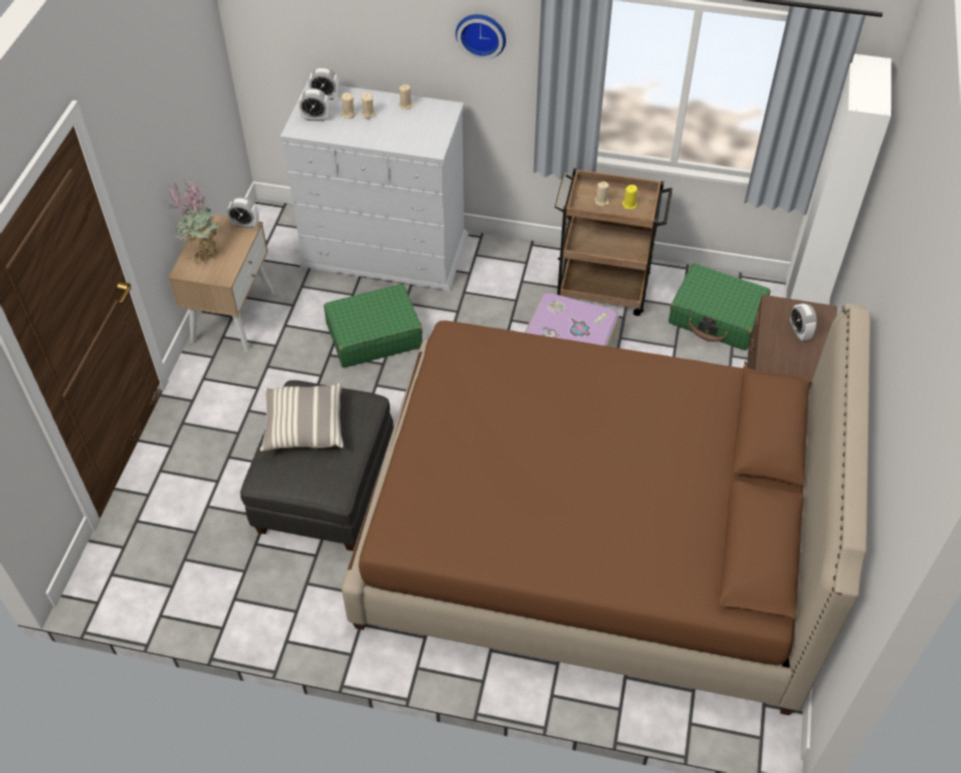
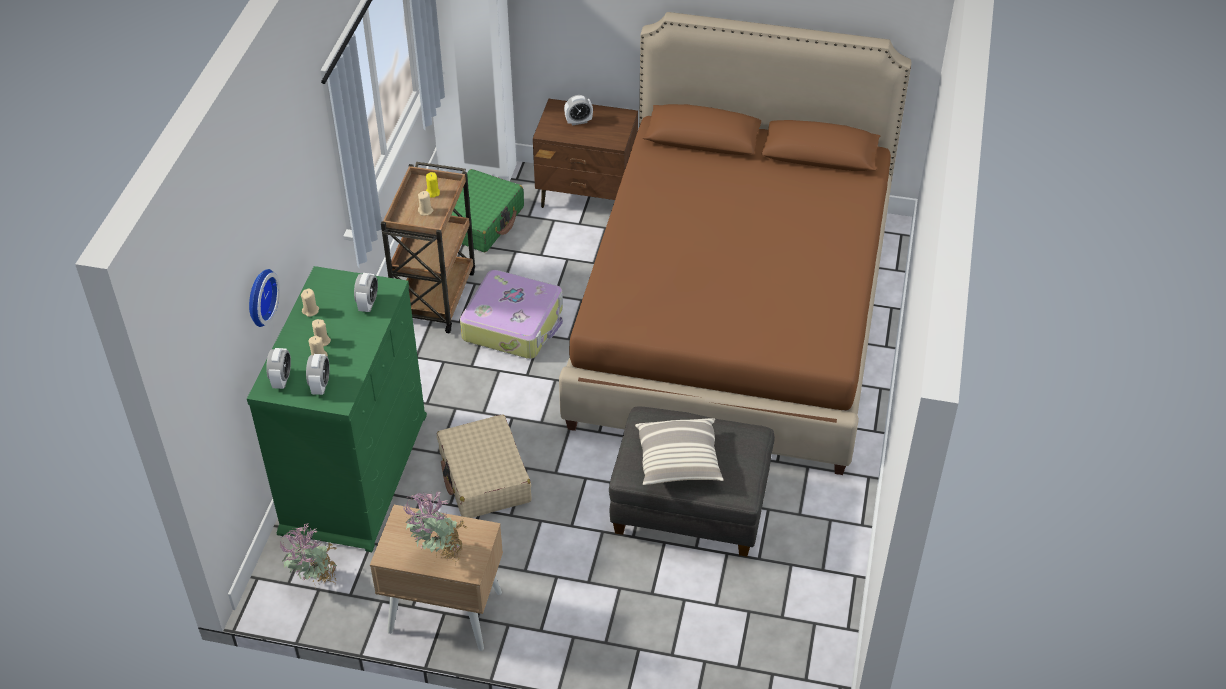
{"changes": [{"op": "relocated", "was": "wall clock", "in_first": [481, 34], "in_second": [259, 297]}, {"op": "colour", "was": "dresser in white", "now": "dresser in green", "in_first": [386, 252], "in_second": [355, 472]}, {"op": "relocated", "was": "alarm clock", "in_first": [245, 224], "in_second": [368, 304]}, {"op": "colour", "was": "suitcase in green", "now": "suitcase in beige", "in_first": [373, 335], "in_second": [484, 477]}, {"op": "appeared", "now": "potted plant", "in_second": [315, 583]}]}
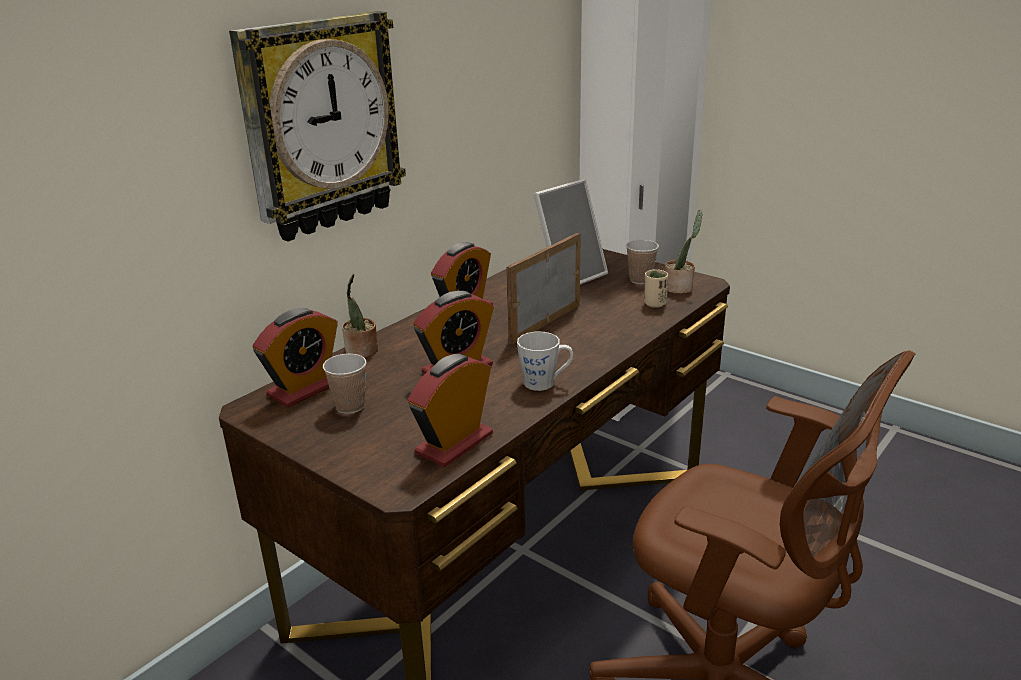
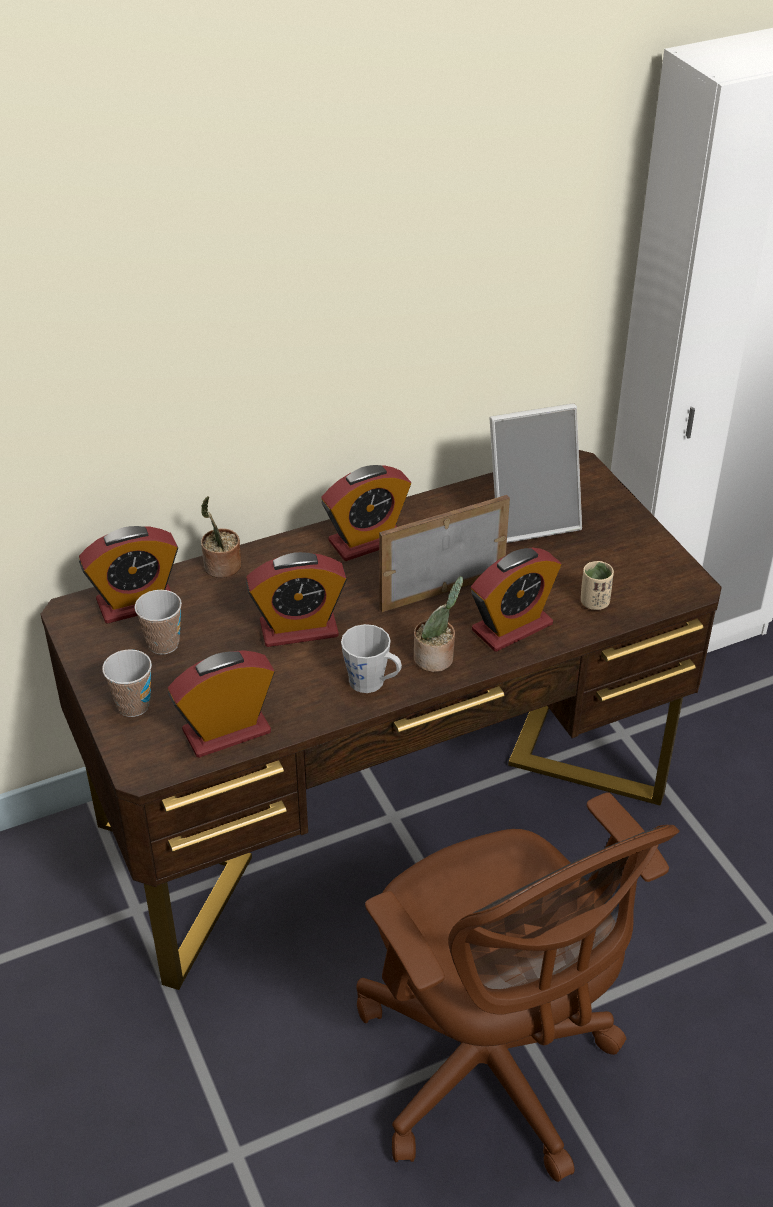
{"changes": [{"op": "missing", "was": "wall clock", "in_first": [320, 125]}, {"op": "relocated", "was": "potted plant", "in_first": [680, 288], "in_second": [436, 658]}, {"op": "relocated", "was": "cup", "in_first": [640, 280], "in_second": [133, 705]}, {"op": "appeared", "now": "alarm clock", "in_second": [512, 627]}]}
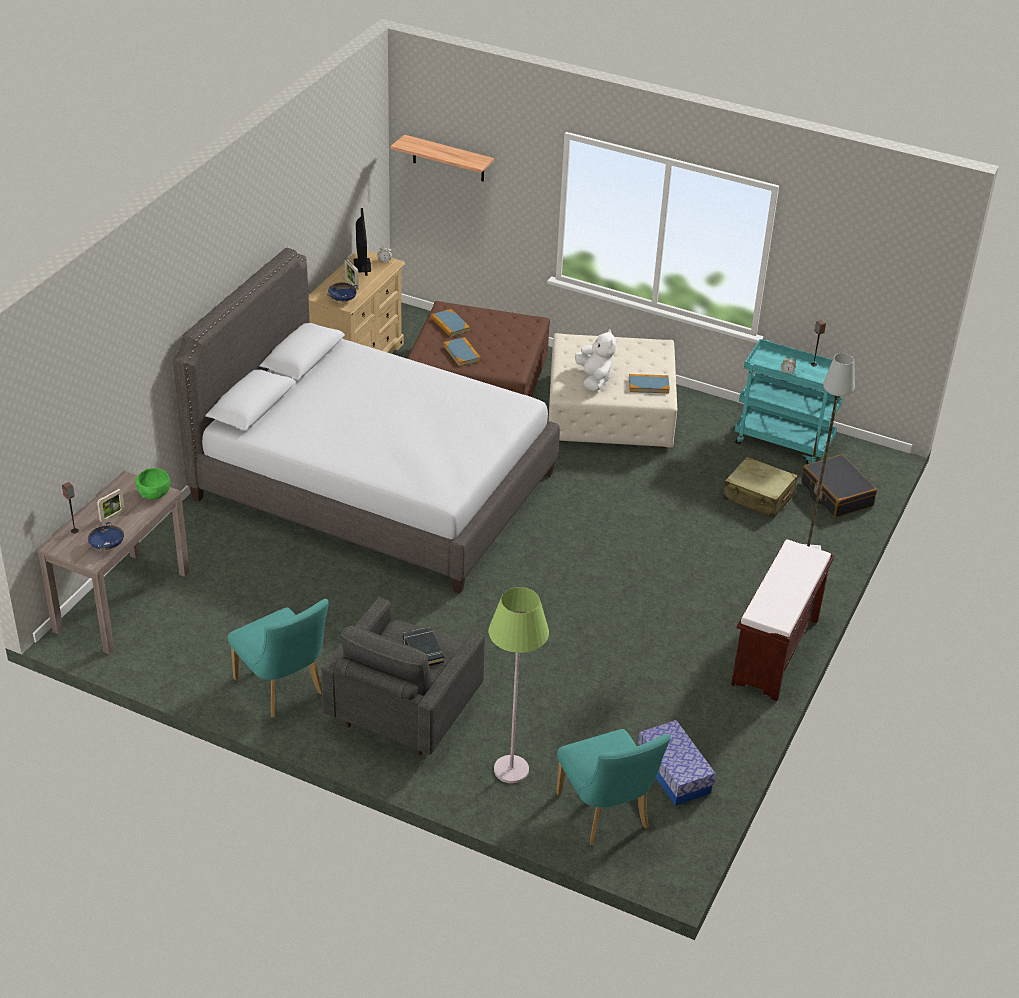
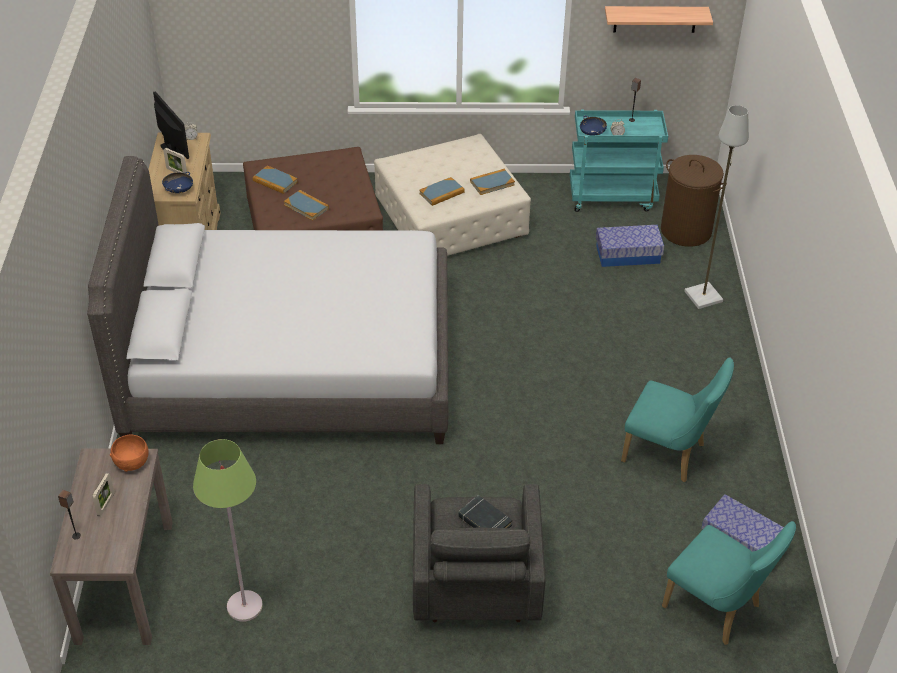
{"changes": [{"op": "relocated", "was": "shelf", "in_first": [448, 158], "in_second": [655, 19]}, {"op": "exchanged", "was": "plush toy in white", "now": "book", "in_first": [594, 379], "in_second": [441, 193]}, {"op": "exchanged", "was": "suitcase in black", "now": "laundry basket in brown", "in_first": [836, 494], "in_second": [686, 230]}, {"op": "exchanged", "was": "suitcase in beige", "now": "storage box", "in_first": [759, 497], "in_second": [628, 254]}, {"op": "colour", "was": "bowl in green", "now": "bowl in orange", "in_first": [154, 493], "in_second": [131, 462]}, {"op": "relocated", "was": "bowl in blue", "in_first": [107, 546], "in_second": [592, 133]}, {"op": "missing", "was": "bench in brown", "in_first": [775, 653]}, {"op": "relocated", "was": "floor lamp in green", "in_first": [511, 770], "in_second": [245, 606]}, {"op": "relocated", "was": "chair in turquoise", "in_first": [283, 690], "in_second": [669, 454]}]}
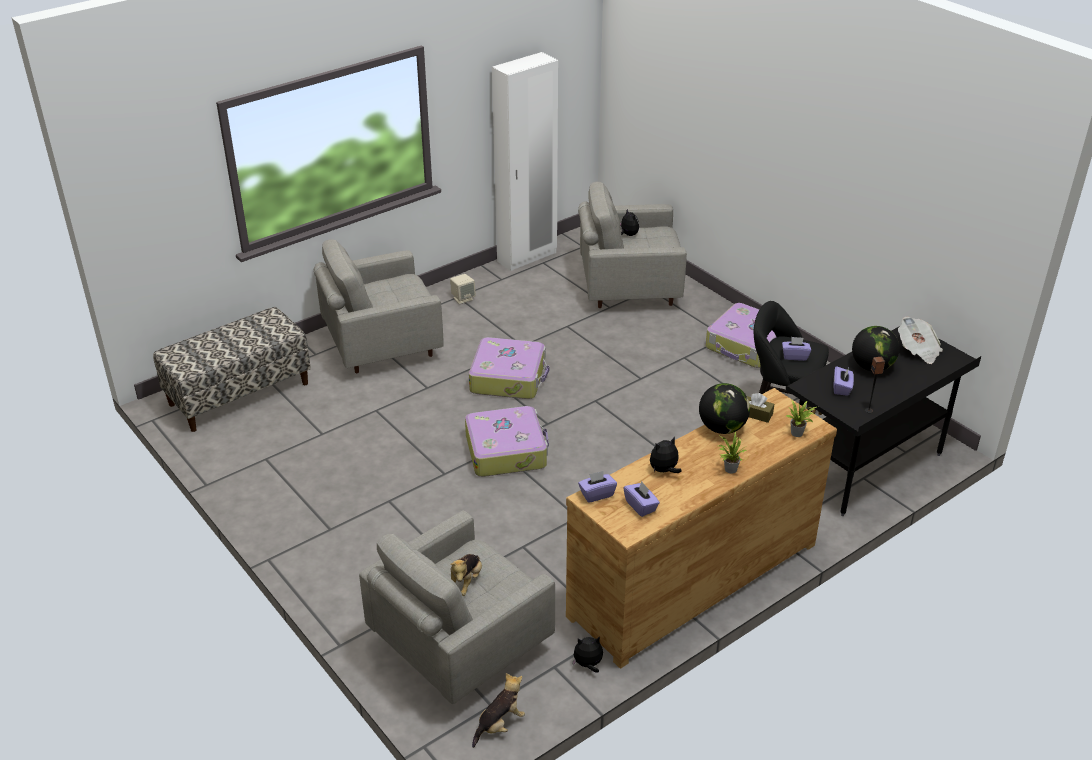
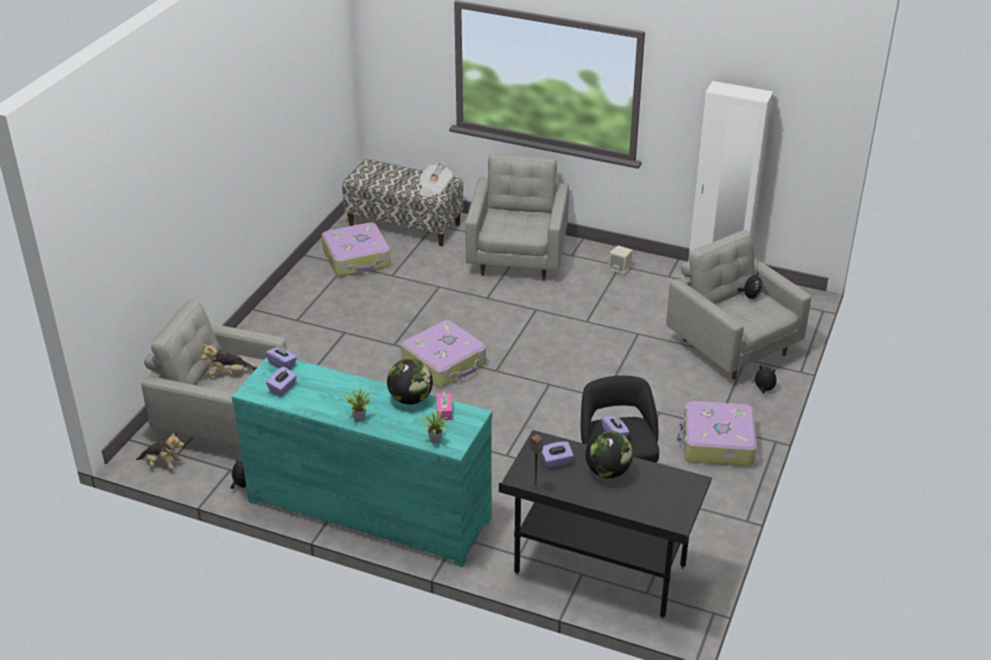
{"changes": [{"op": "spun", "was": "armchair in grey", "in_first": [381, 345], "in_second": [518, 257], "clockwise": 60}, {"op": "relocated", "was": "newspaper", "in_first": [918, 350], "in_second": [434, 188]}, {"op": "relocated", "was": "suitcase", "in_first": [509, 378], "in_second": [357, 258]}, {"op": "colour", "was": "dresser in brown", "now": "dresser in turquoise", "in_first": [692, 579], "in_second": [369, 508]}, {"op": "colour", "was": "tissue box in brown", "now": "tissue box in pink", "in_first": [756, 414], "in_second": [444, 411]}, {"op": "relocated", "was": "plush toy", "in_first": [664, 470], "in_second": [763, 389]}]}
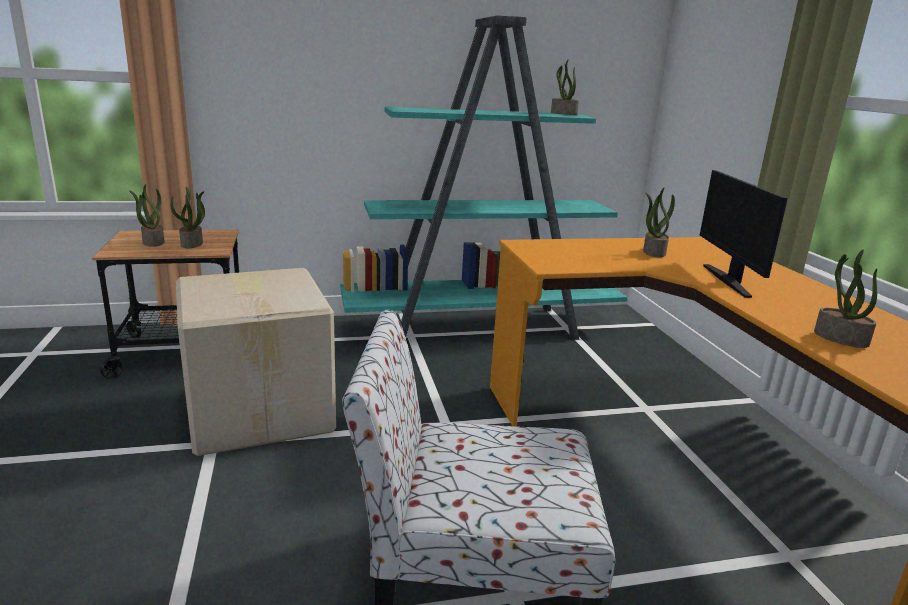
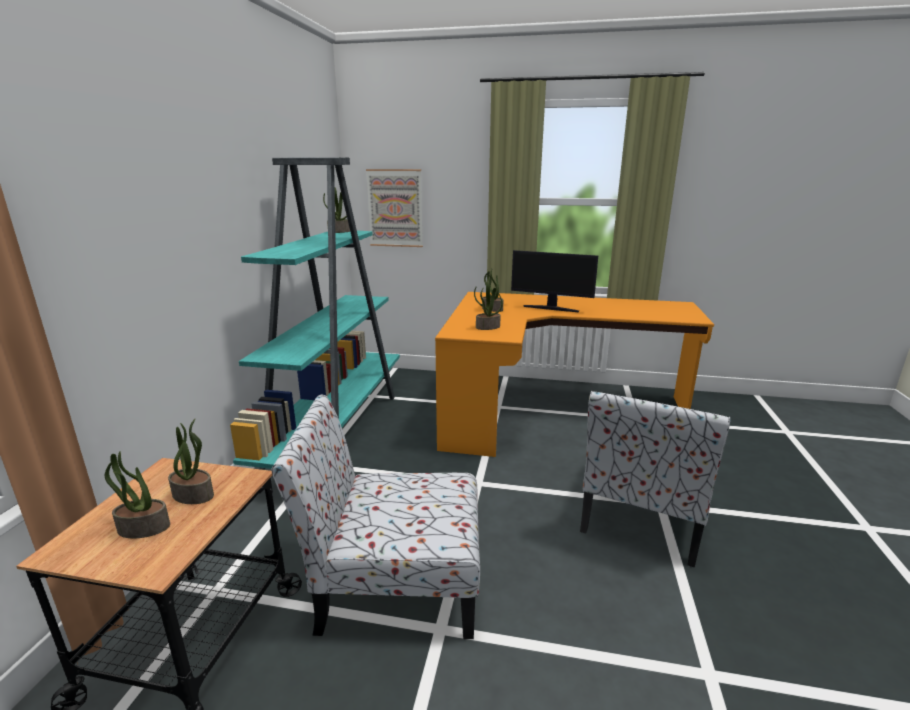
{"changes": [{"op": "relocated", "was": "potted plant", "in_first": [839, 338], "in_second": [487, 327]}, {"op": "exchanged", "was": "cardboard box", "now": "chair", "in_first": [261, 410], "in_second": [395, 584]}, {"op": "appeared", "now": "picture", "in_second": [395, 208]}]}
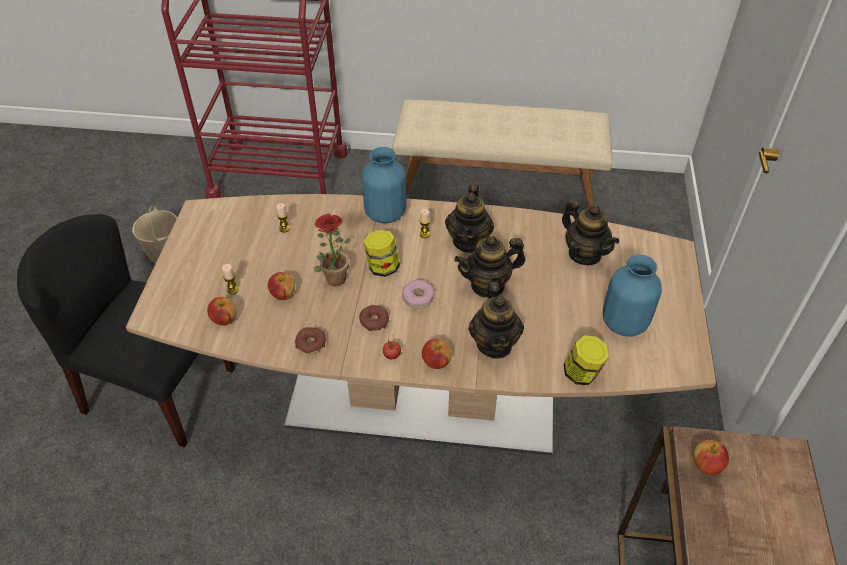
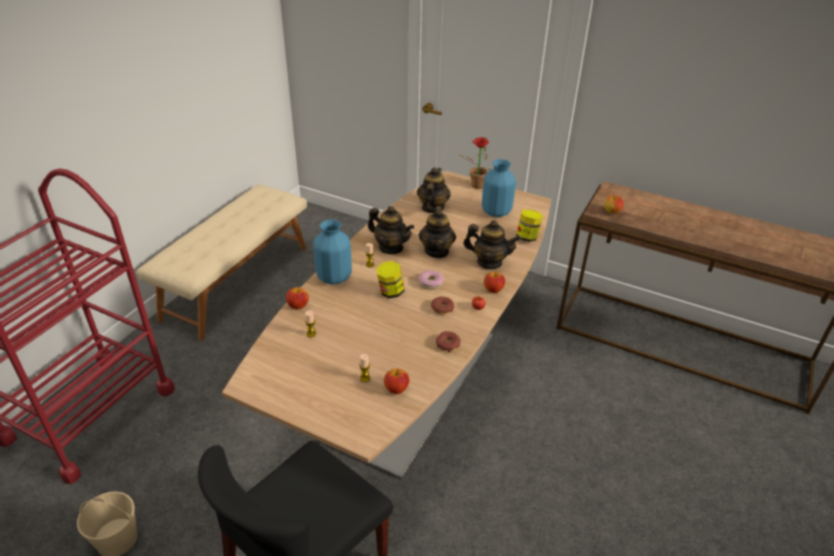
{"changes": [{"op": "spun", "was": "teapot", "in_first": [584, 254], "in_second": [432, 208], "clockwise": -60}, {"op": "relocated", "was": "potted plant", "in_first": [333, 276], "in_second": [475, 186]}, {"op": "relocated", "was": "apple", "in_first": [283, 294], "in_second": [298, 306]}]}
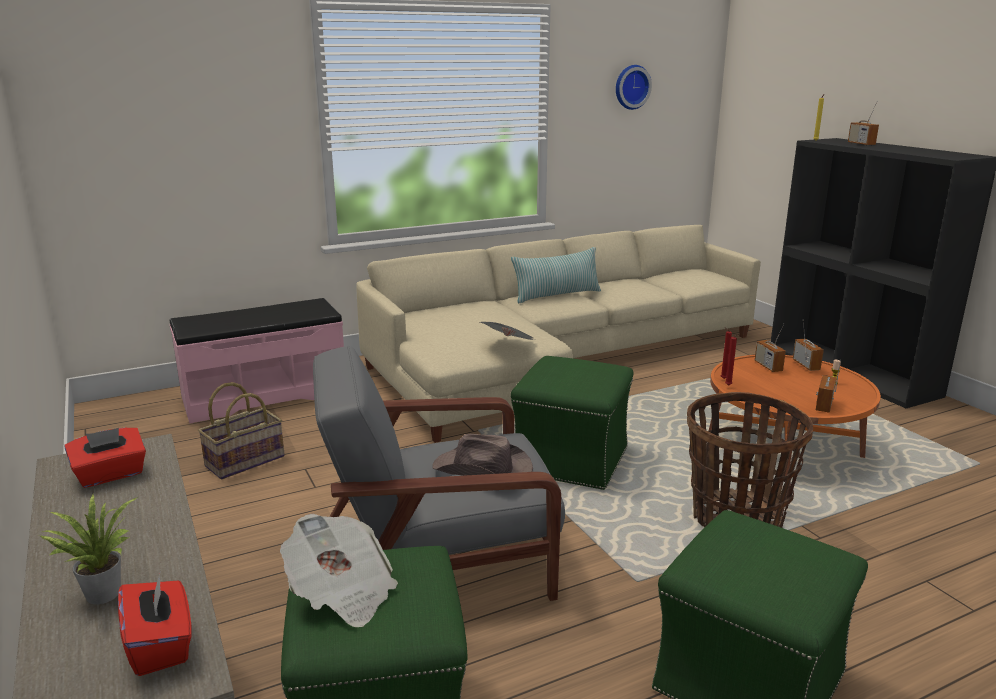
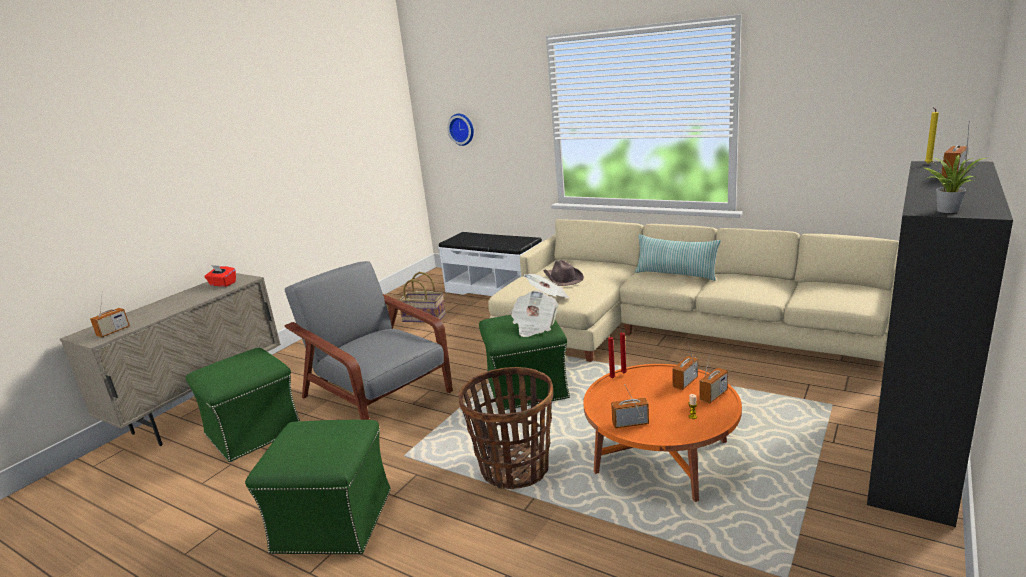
{"changes": [{"op": "relocated", "was": "wall clock", "in_first": [631, 87], "in_second": [462, 129]}, {"op": "colour", "was": "bench in pink", "now": "bench in white", "in_first": [264, 395], "in_second": [495, 289]}, {"op": "relocated", "was": "hat in brown", "in_first": [483, 469], "in_second": [562, 278]}, {"op": "relocated", "was": "potted plant", "in_first": [101, 592], "in_second": [946, 210]}, {"op": "relocated", "was": "newspaper", "in_first": [342, 593], "in_second": [534, 326]}, {"op": "exchanged", "was": "tissue box in red", "now": "radio", "in_first": [161, 645], "in_second": [113, 331]}]}
